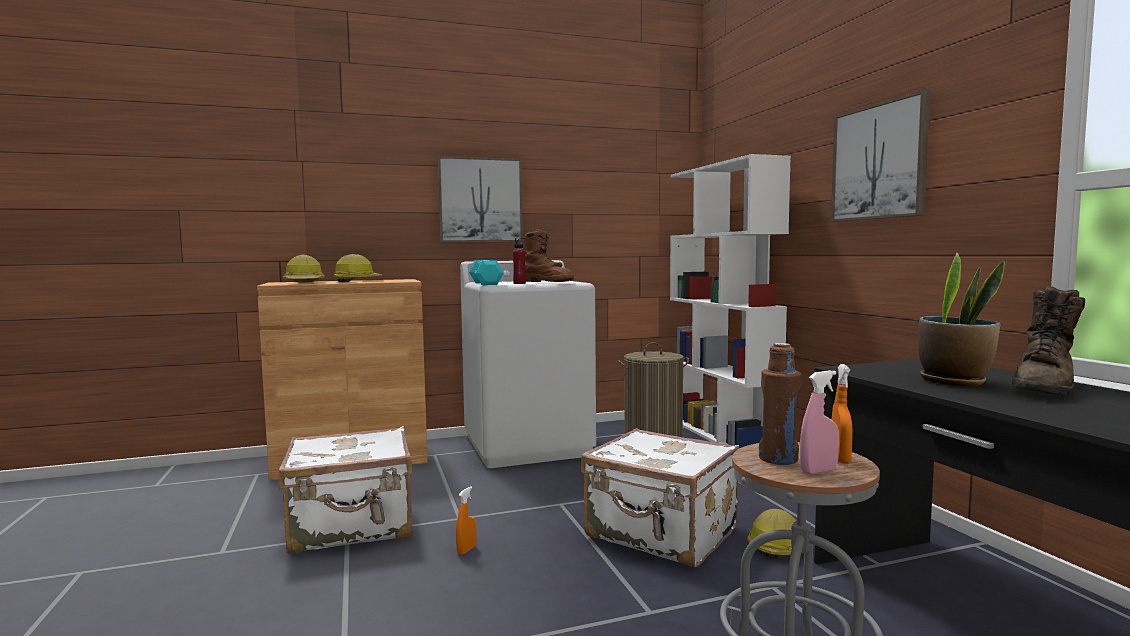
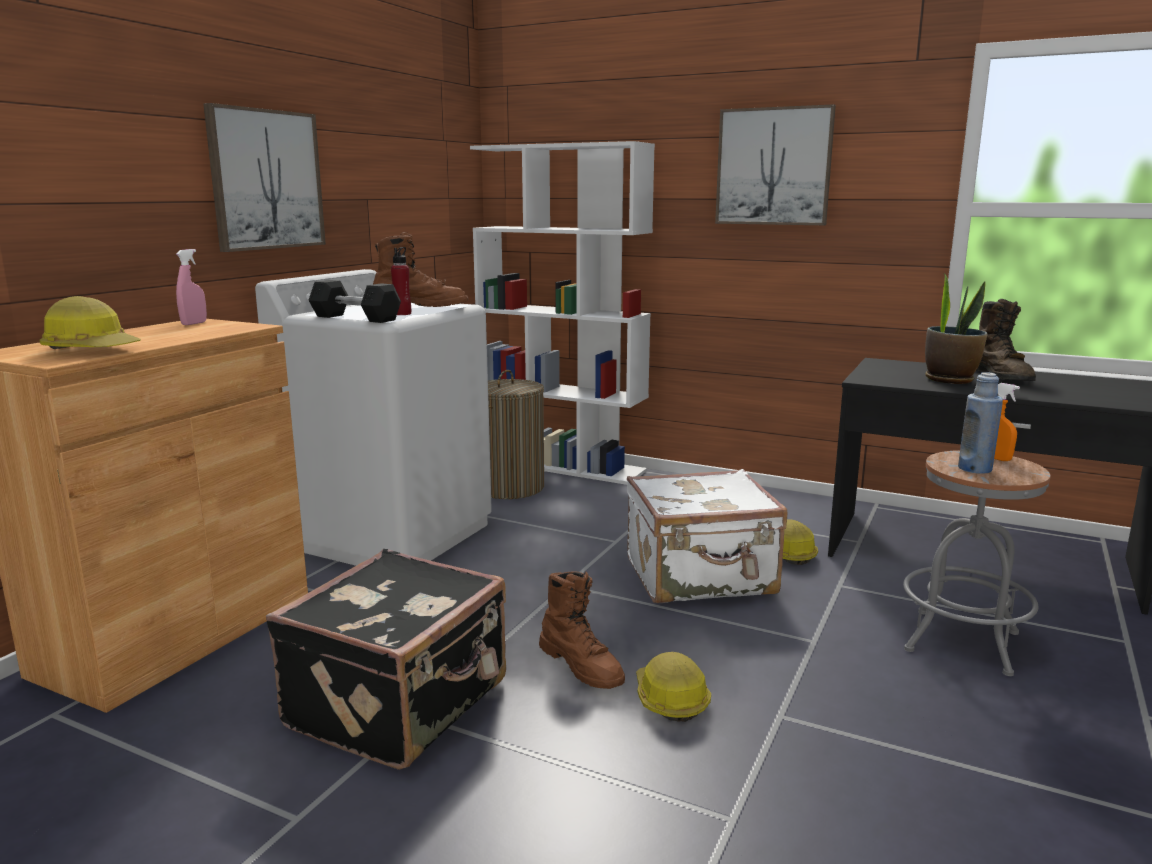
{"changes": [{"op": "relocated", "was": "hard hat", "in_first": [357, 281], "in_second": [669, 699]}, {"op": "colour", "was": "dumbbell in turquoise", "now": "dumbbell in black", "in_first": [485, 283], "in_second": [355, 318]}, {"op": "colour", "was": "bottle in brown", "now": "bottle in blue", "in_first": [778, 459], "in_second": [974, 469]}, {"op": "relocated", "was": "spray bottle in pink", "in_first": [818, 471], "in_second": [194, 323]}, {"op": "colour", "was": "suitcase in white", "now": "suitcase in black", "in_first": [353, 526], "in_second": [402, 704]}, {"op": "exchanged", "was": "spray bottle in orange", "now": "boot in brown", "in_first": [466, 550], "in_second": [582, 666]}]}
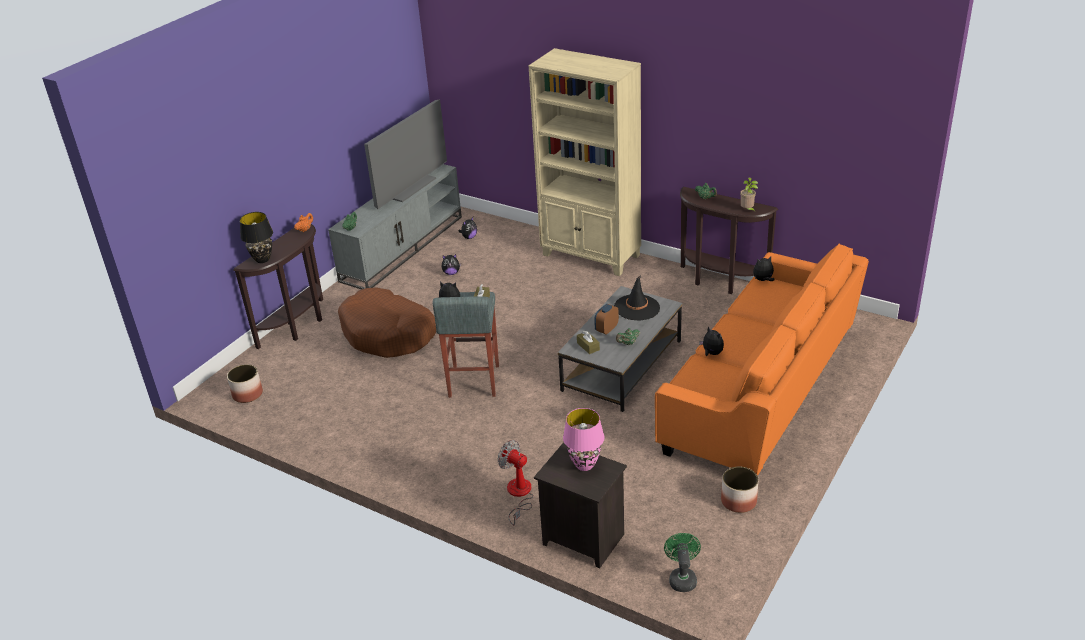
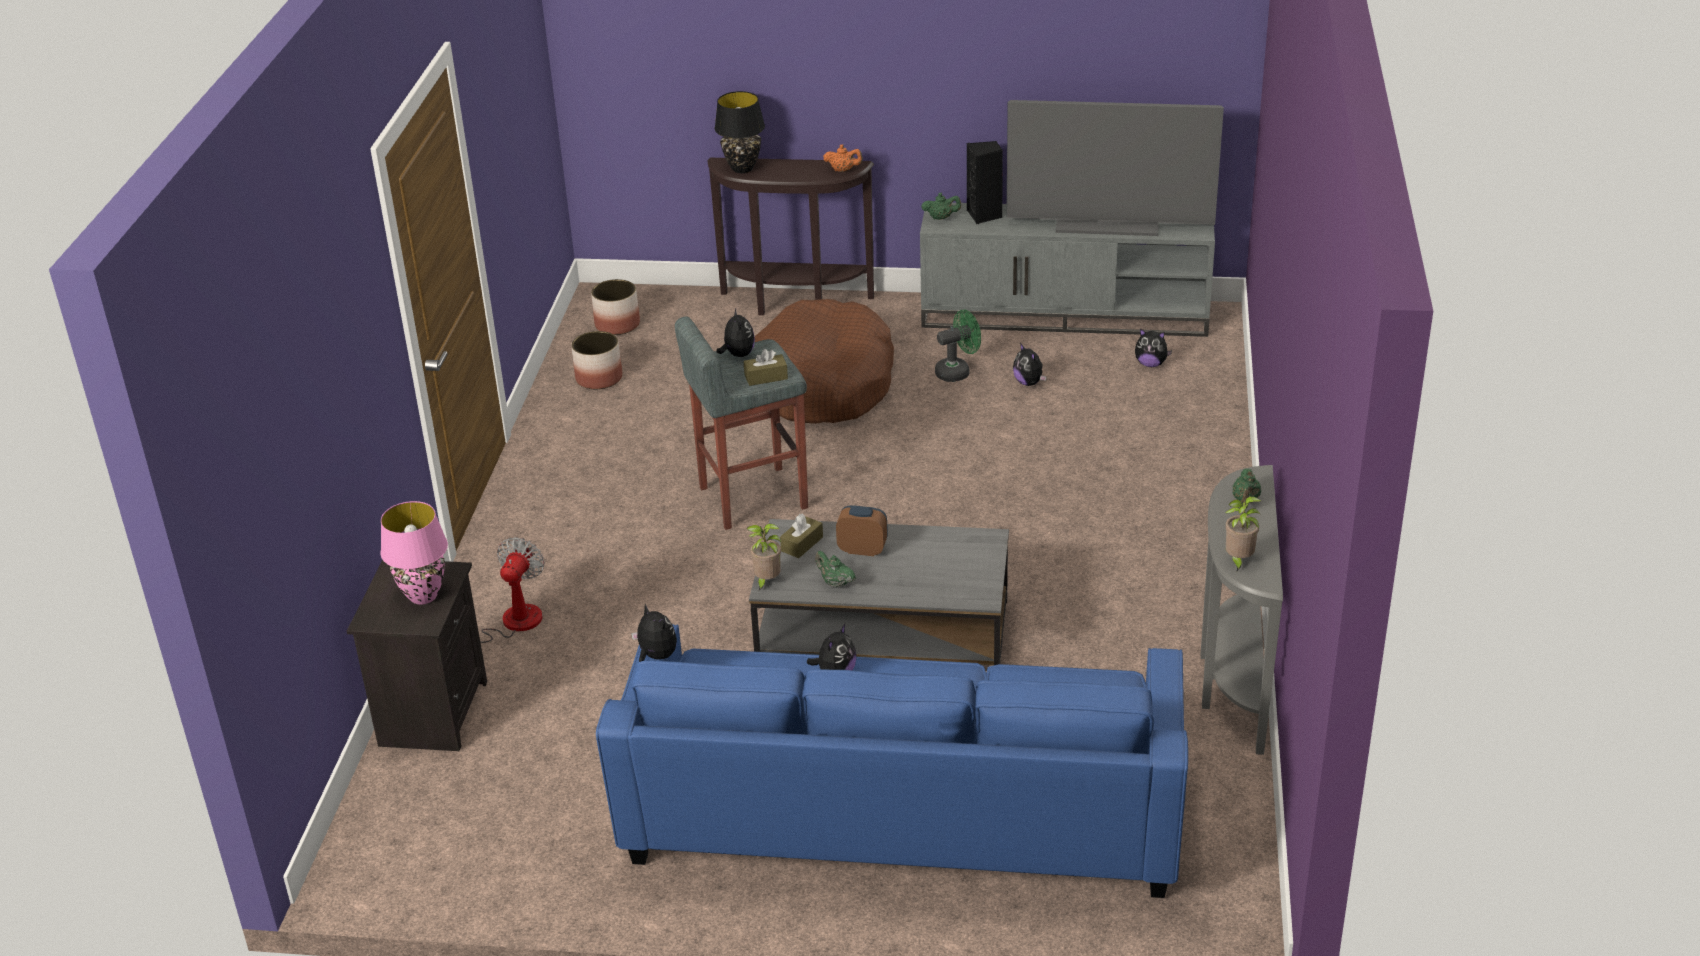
{"changes": [{"op": "missing", "was": "bookcase in beige", "in_first": [591, 256]}, {"op": "colour", "was": "console table in brown", "now": "console table in grey", "in_first": [719, 282], "in_second": [1231, 684]}, {"op": "colour", "was": "sofa in orange", "now": "sofa in blue", "in_first": [760, 392], "in_second": [901, 818]}, {"op": "relocated", "was": "plush toy", "in_first": [763, 280], "in_second": [656, 656]}, {"op": "missing", "was": "hat in black", "in_first": [637, 308]}, {"op": "relocated", "was": "planter", "in_first": [738, 501], "in_second": [599, 378]}, {"op": "relocated", "was": "fan in green", "in_first": [682, 578], "in_second": [957, 371]}, {"op": "appeared", "now": "speaker in black", "in_second": [985, 215]}, {"op": "appeared", "now": "potted plant", "in_second": [766, 581]}]}
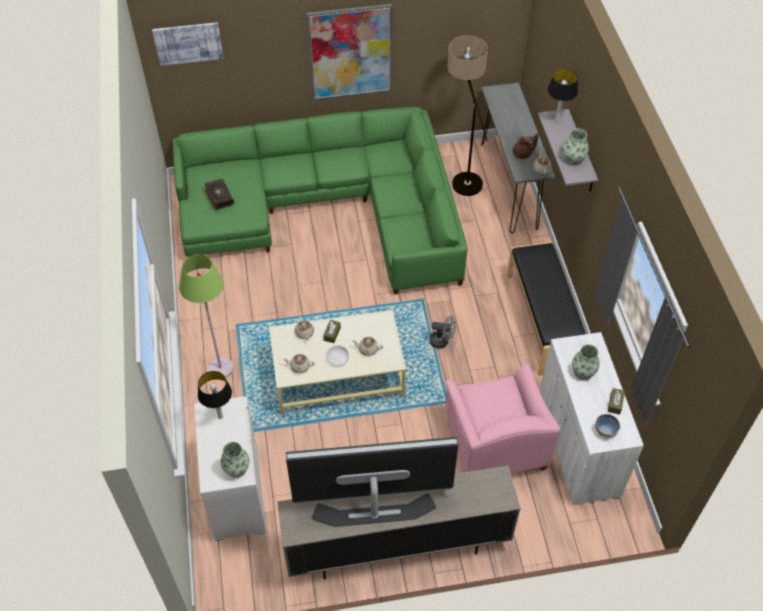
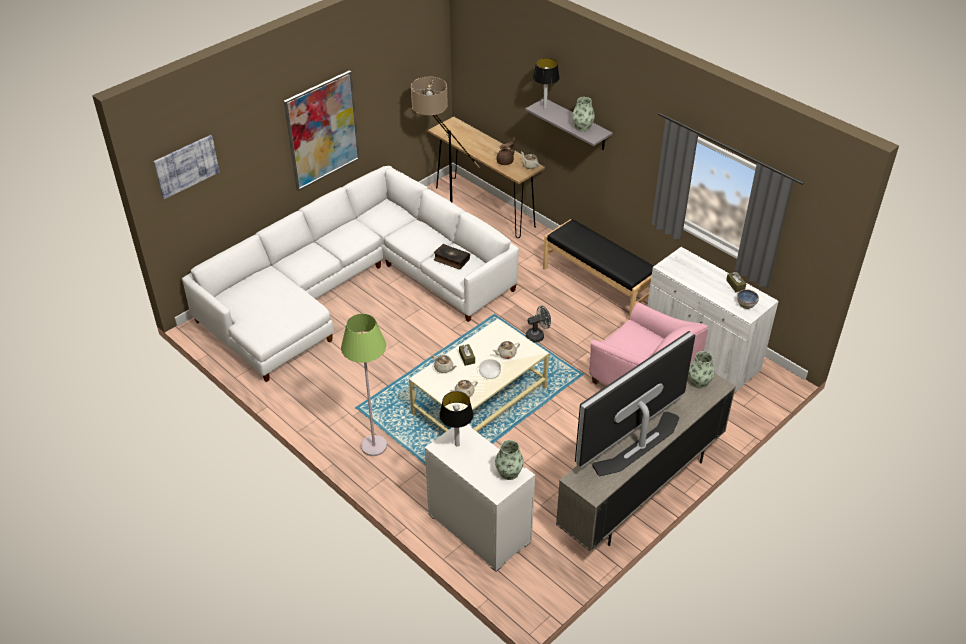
{"changes": [{"op": "colour", "was": "console table in grey", "now": "console table in brown", "in_first": [508, 185], "in_second": [484, 207]}, {"op": "colour", "was": "sofa in green", "now": "sofa in white", "in_first": [327, 209], "in_second": [352, 287]}, {"op": "relocated", "was": "book", "in_first": [219, 197], "in_second": [451, 260]}, {"op": "relocated", "was": "vase", "in_first": [583, 372], "in_second": [699, 382]}]}
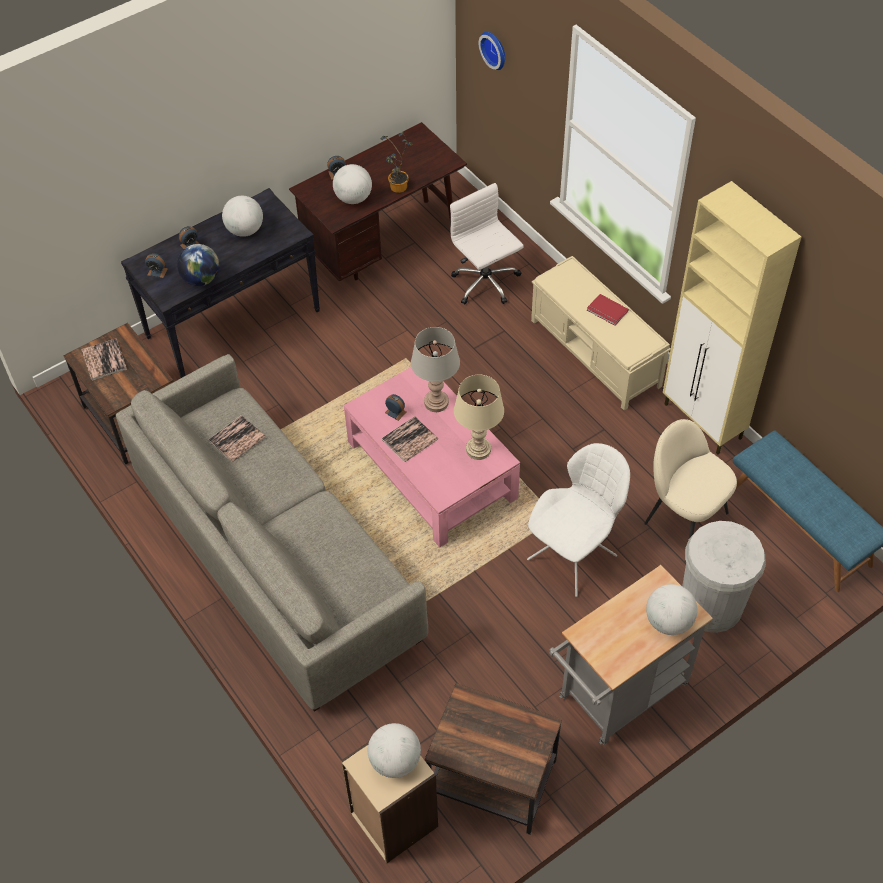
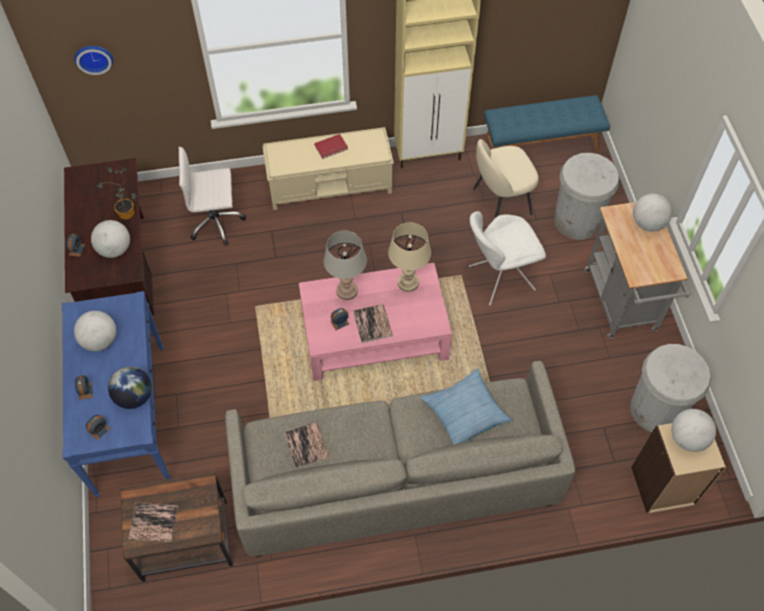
{"changes": [{"op": "colour", "was": "console table in black", "now": "console table in blue", "in_first": [234, 323], "in_second": [130, 418]}, {"op": "spun", "was": "chair in white", "in_first": [574, 555], "in_second": [499, 279], "clockwise": -90}, {"op": "exchanged", "was": "side table in brown", "now": "trash can in white", "in_first": [491, 780], "in_second": [656, 409]}, {"op": "appeared", "now": "pillow", "in_second": [465, 412]}]}
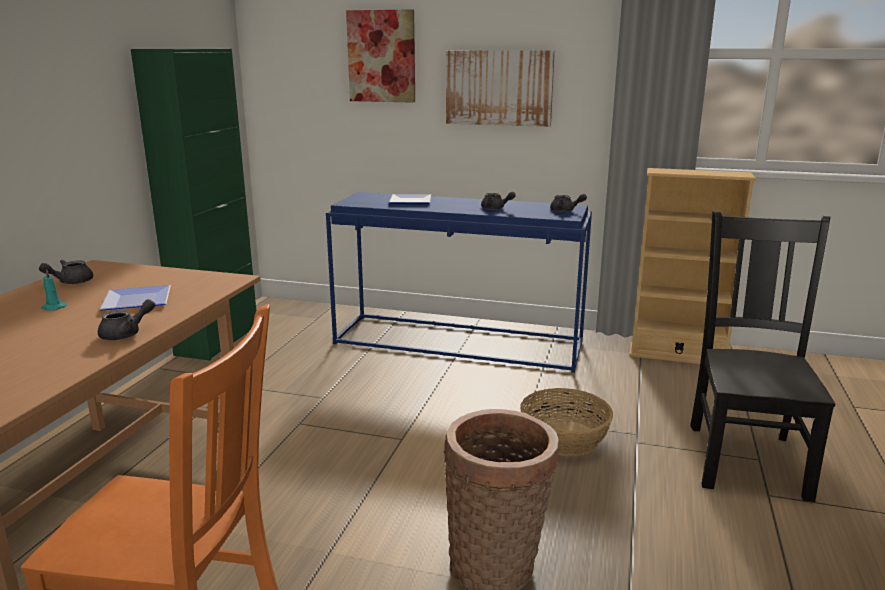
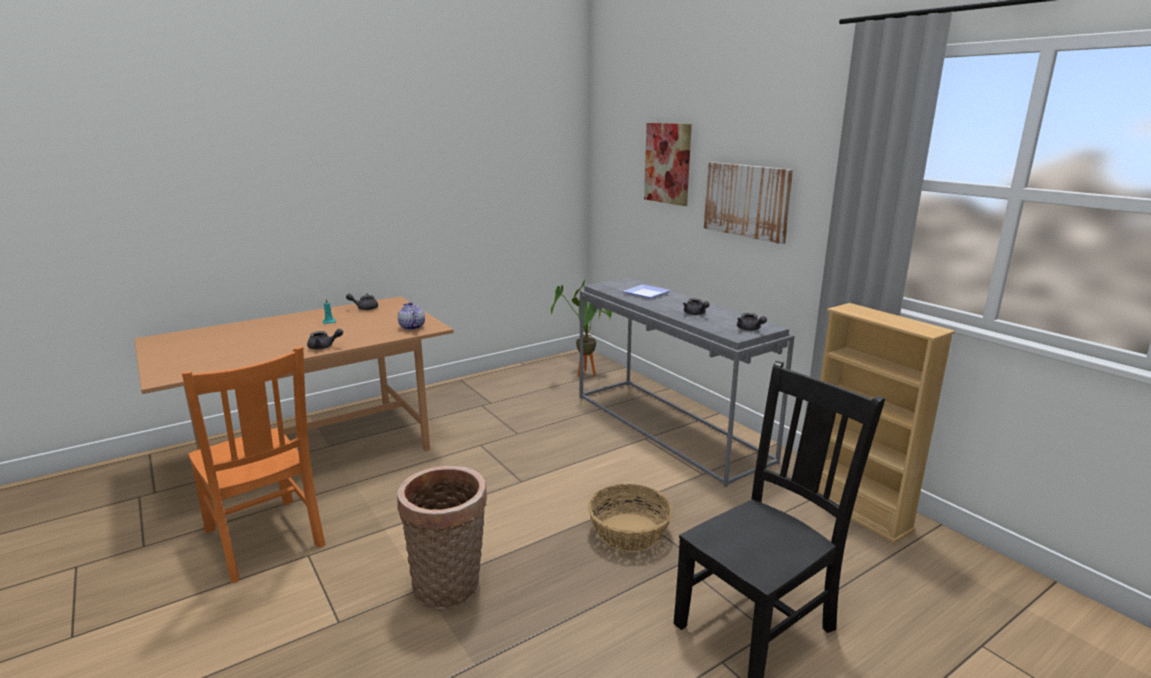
{"changes": [{"op": "missing", "was": "cabinet in green", "in_first": [217, 340]}, {"op": "colour", "was": "console table in blue", "now": "console table in grey", "in_first": [460, 342], "in_second": [671, 427]}, {"op": "missing", "was": "plate", "in_first": [139, 301]}, {"op": "appeared", "now": "potted plant", "in_second": [585, 376]}, {"op": "appeared", "now": "teapot", "in_second": [411, 327]}]}
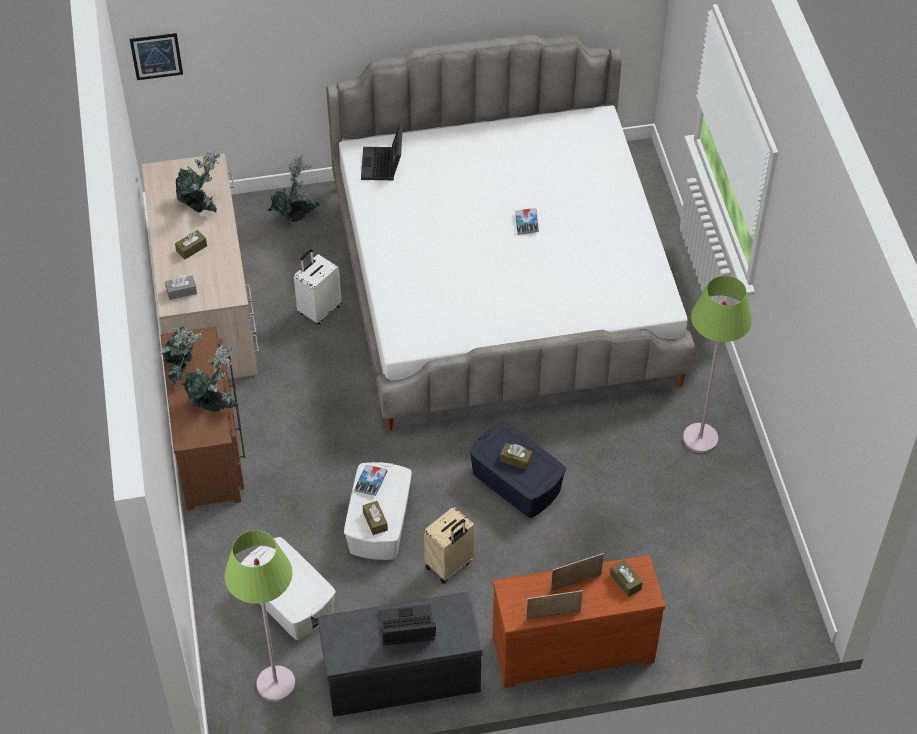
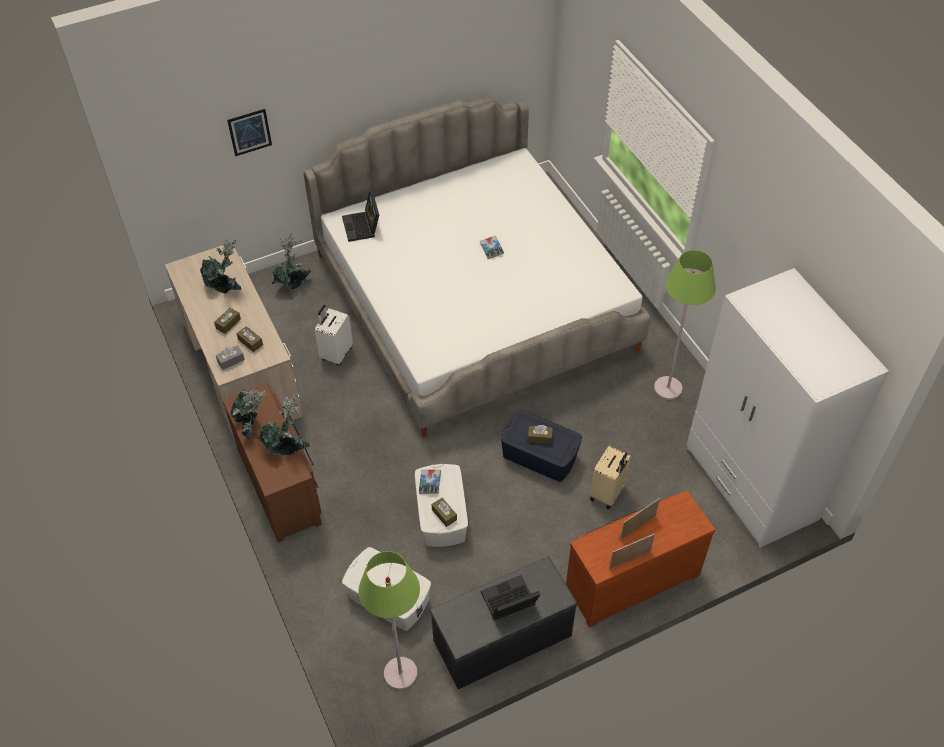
{"changes": [{"op": "relocated", "was": "picture", "in_first": [156, 56], "in_second": [249, 132]}, {"op": "relocated", "was": "suitcase in beige", "in_first": [450, 565], "in_second": [608, 493]}, {"op": "relocated", "was": "tissue box in brown", "in_first": [625, 581], "in_second": [250, 342]}, {"op": "appeared", "now": "wardrobe in white", "in_second": [750, 484]}]}
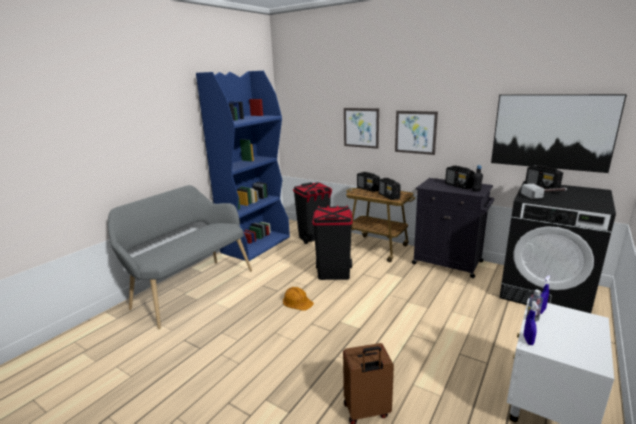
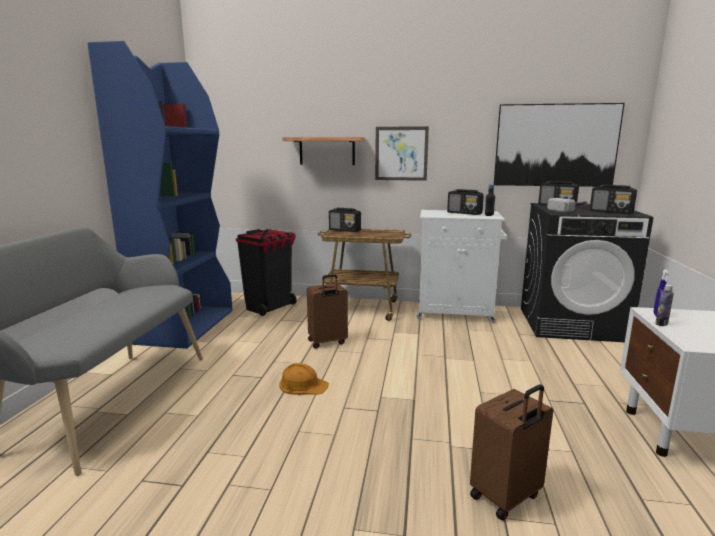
{"changes": [{"op": "exchanged", "was": "picture", "now": "shelf", "in_first": [361, 127], "in_second": [327, 151]}, {"op": "relocated", "was": "radio", "in_first": [389, 196], "in_second": [611, 212]}, {"op": "colour", "was": "cabinet in black", "now": "cabinet in white", "in_first": [448, 263], "in_second": [456, 312]}, {"op": "exchanged", "was": "trash can in black", "now": "suitcase in brown", "in_first": [333, 272], "in_second": [327, 342]}, {"op": "missing", "was": "spray bottle in blue", "in_first": [528, 340]}]}
